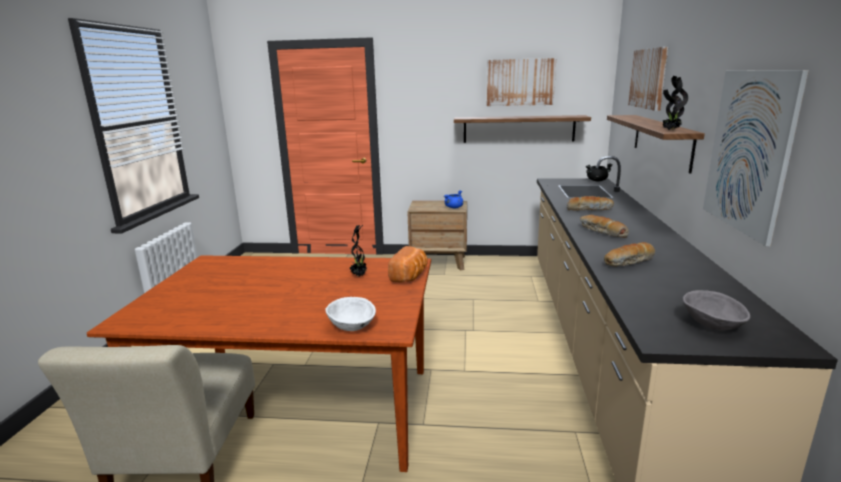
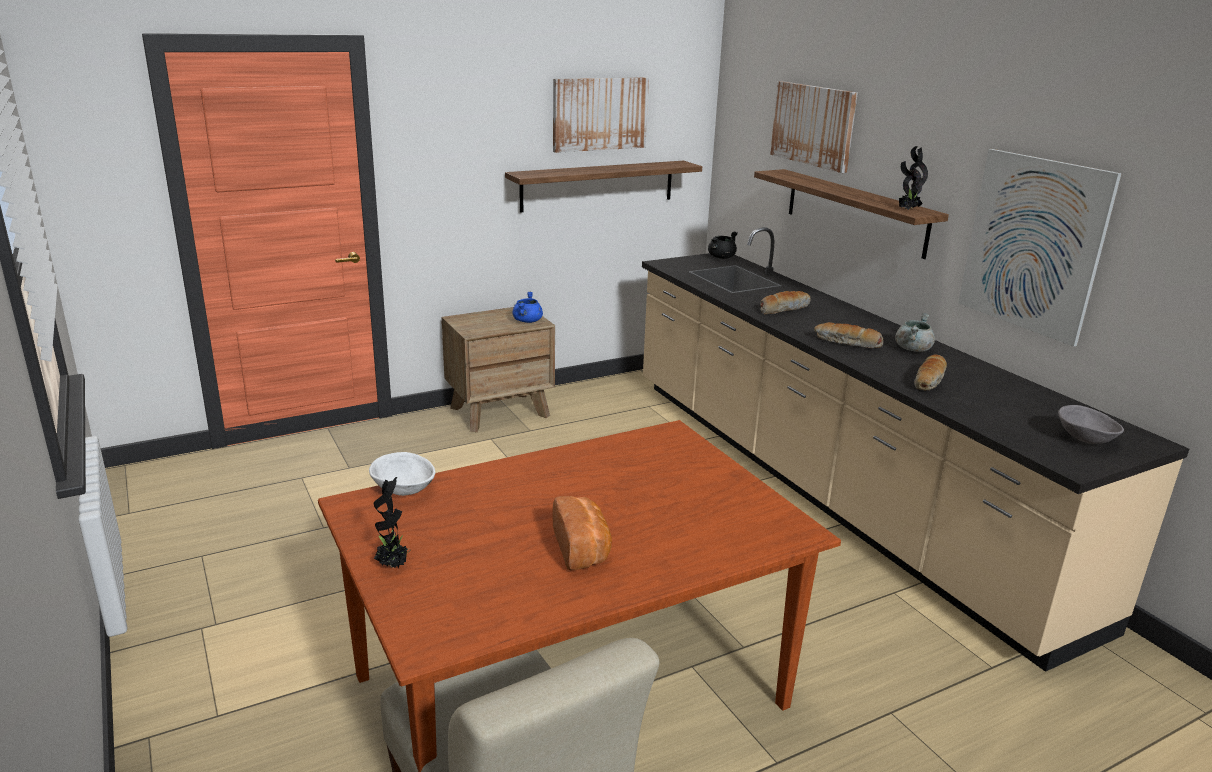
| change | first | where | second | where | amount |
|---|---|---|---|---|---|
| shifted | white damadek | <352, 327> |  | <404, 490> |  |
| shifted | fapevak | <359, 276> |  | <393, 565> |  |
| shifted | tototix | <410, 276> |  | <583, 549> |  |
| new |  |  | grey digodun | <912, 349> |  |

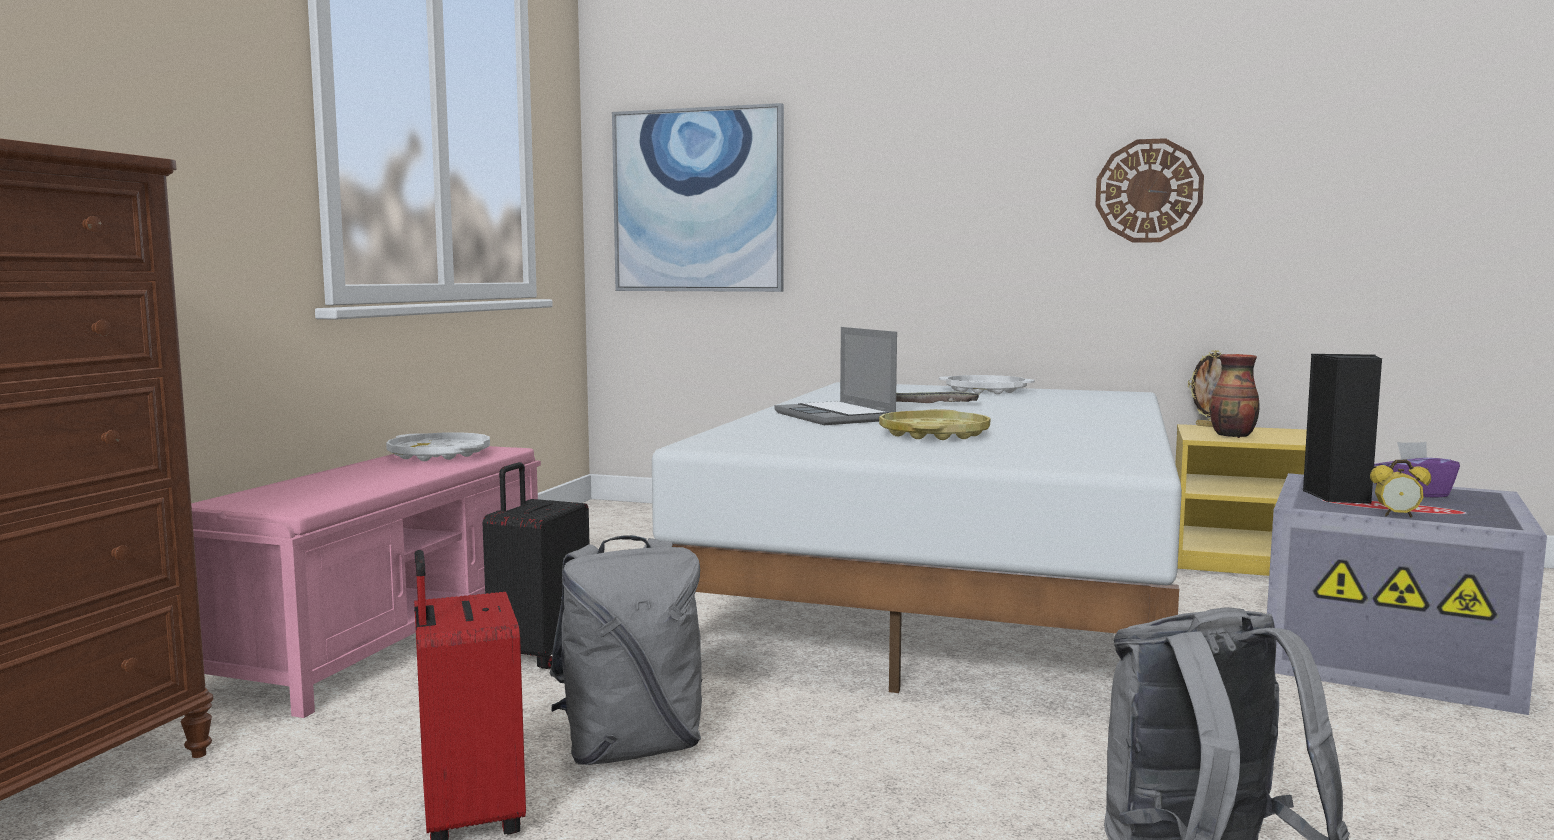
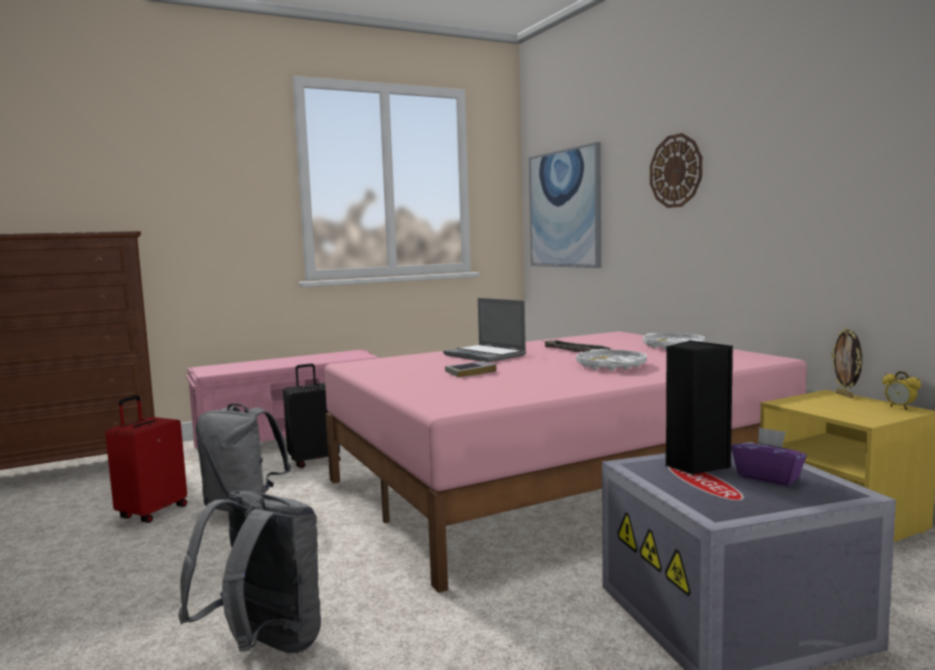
| change | first | where | second | where | amount |
|---|---|---|---|---|---|
| shifted | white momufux | <439, 455> |  | <611, 366> |  |
| repainted | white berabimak | <951, 593> | pink berabimak | <557, 484> |  |
| rotated | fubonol | <836, 416> |  | <486, 355> | 60 degrees counterclockwise |
| swapped | yellow momufux | <934, 434> | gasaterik | <470, 372> |  |
| shifted | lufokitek | <1148, 191> |  | <676, 171> |  |
| gone | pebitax | <1233, 435> |  |  |  |
| shifted | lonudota | <1397, 516> |  | <900, 408> |  |

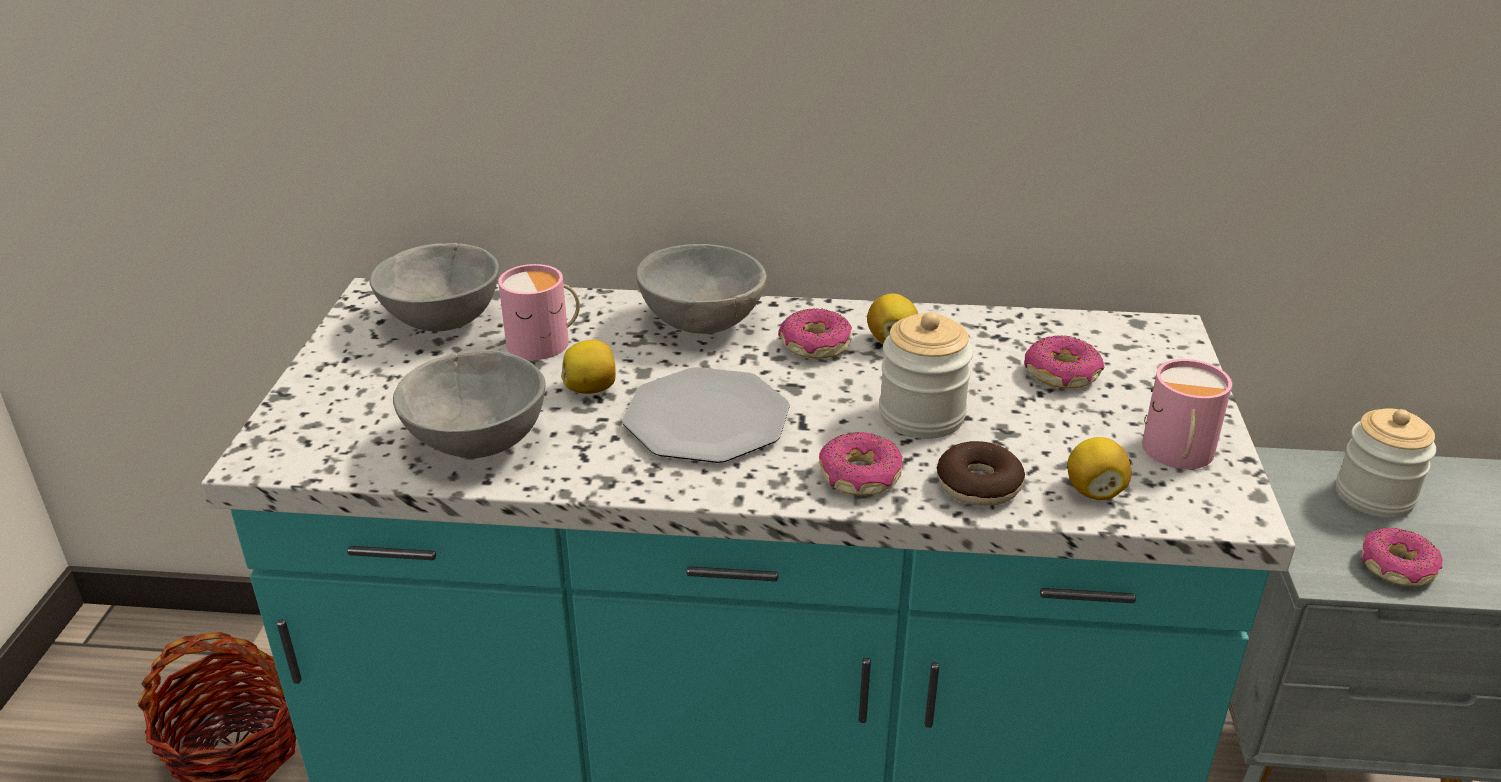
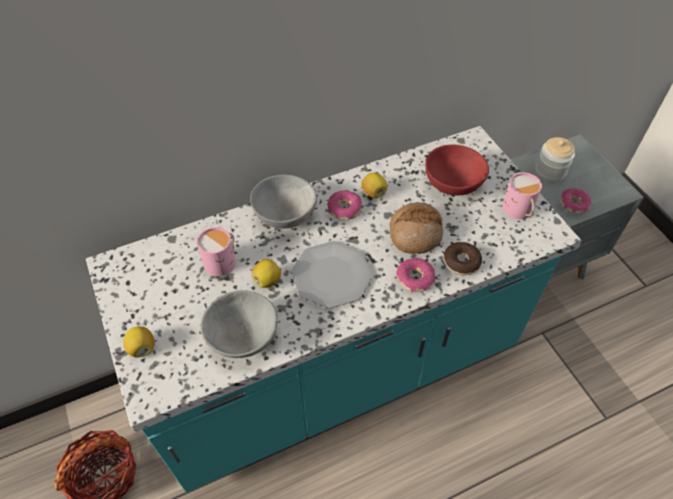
| change | first | where | second | where | amount |
|---|---|---|---|---|---|
| gone | grey damadek | <440, 322> |  |  |  |
| swapped | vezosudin | <921, 416> | tototix | <415, 233> |  |
| swapped | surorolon | <1062, 374> | red damadek | <452, 184> |  |
| shifted | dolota | <1094, 491> |  | <142, 348> |  |

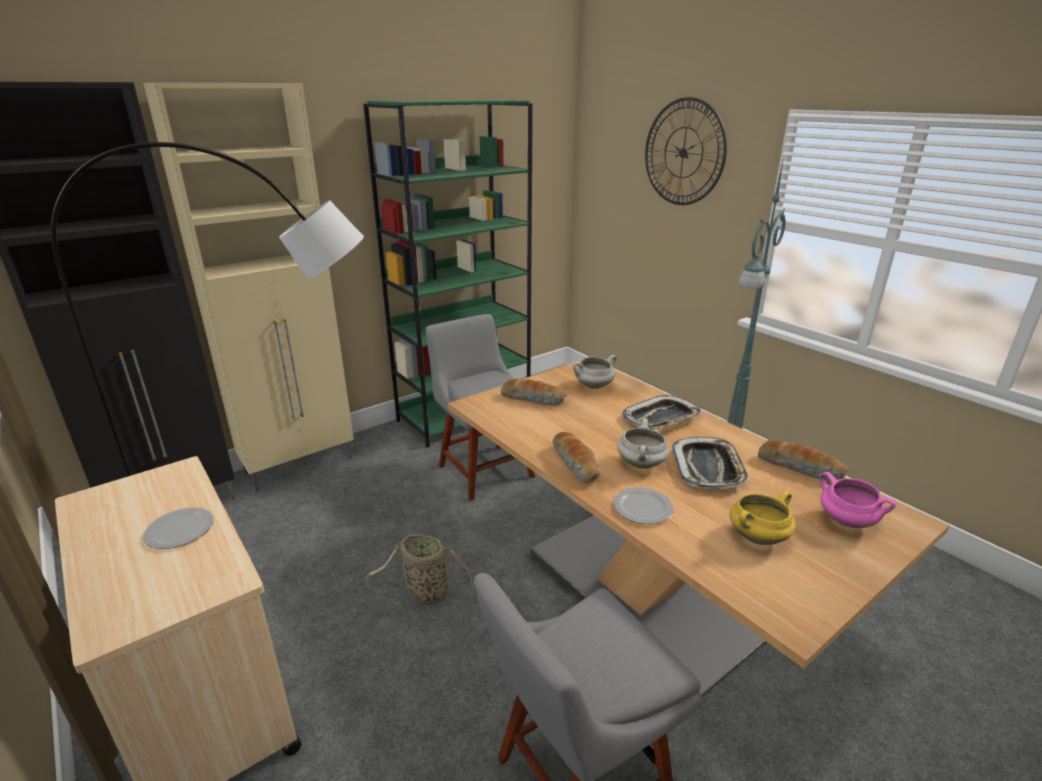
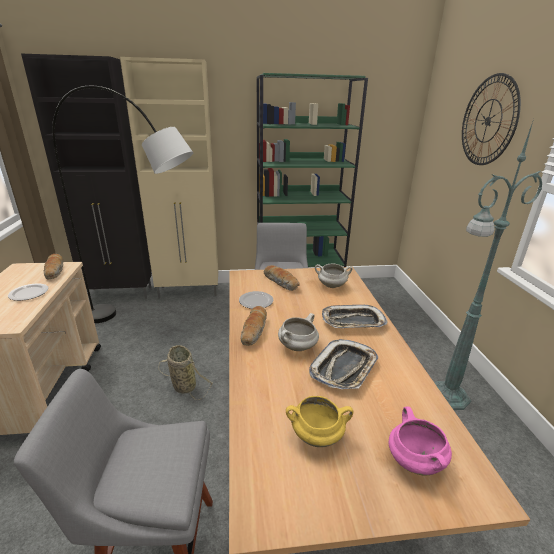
| change | first | where | second | where | amount |
|---|---|---|---|---|---|
| shifted | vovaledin | <642, 508> |  | <255, 301> |  |
| shifted | tototix | <800, 468> |  | <55, 271> |  |

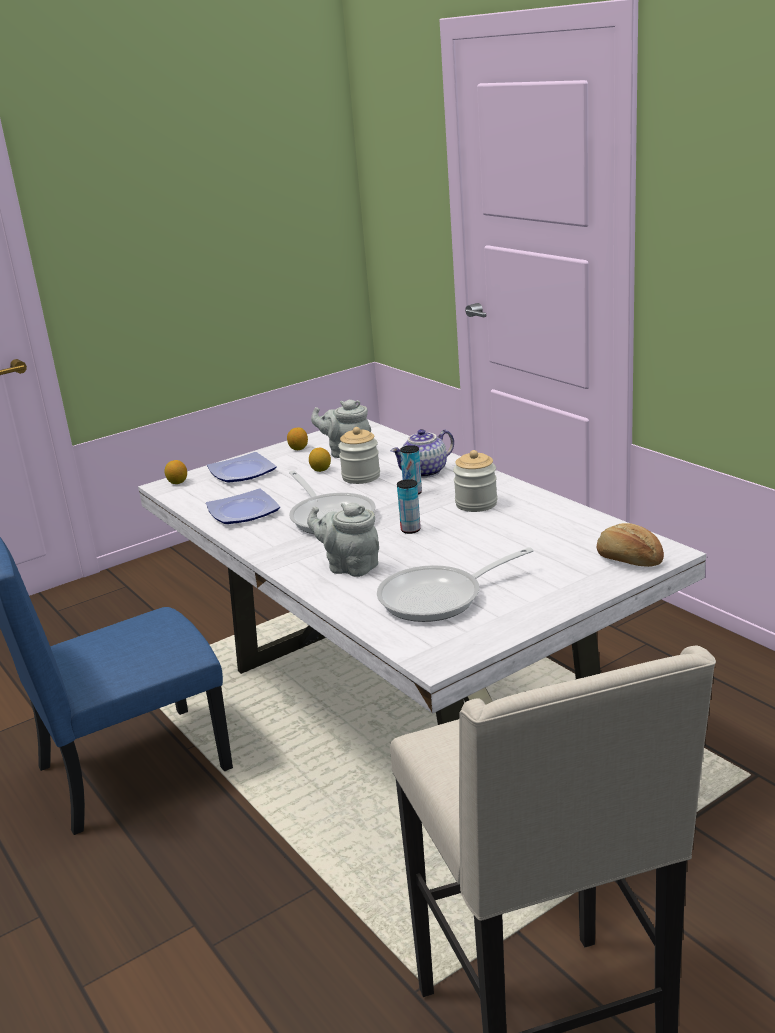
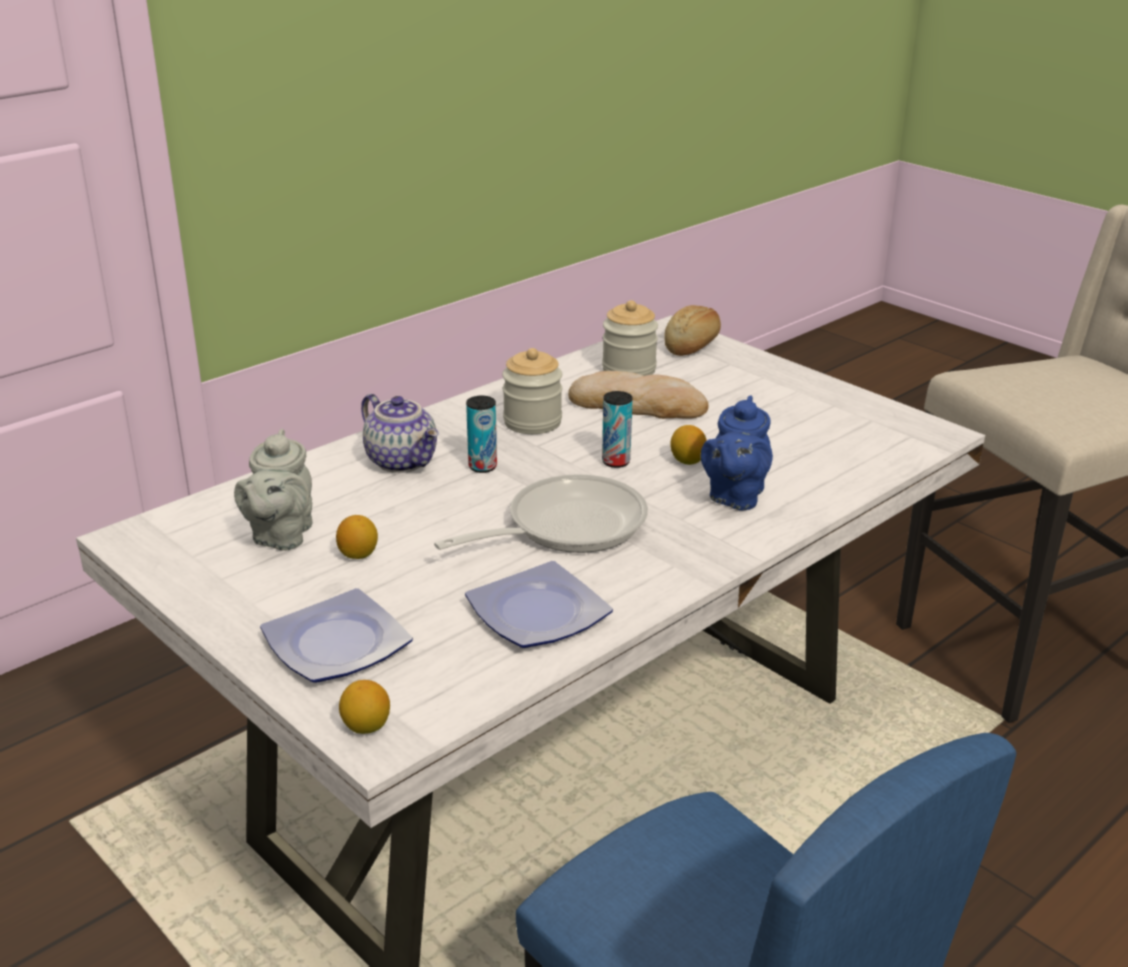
| change | first | where | second | where | amount |
|---|---|---|---|---|---|
| shifted | dolota | <298, 449> |  | <687, 461> |  |
| repainted | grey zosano | <349, 567> | blue zosano | <734, 497> |  |
| shifted | vezosudin | <361, 477> |  | <629, 370> |  |
| gone | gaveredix | <439, 598> |  |  |  |
| new |  |  | tototix | <638, 404> |  |

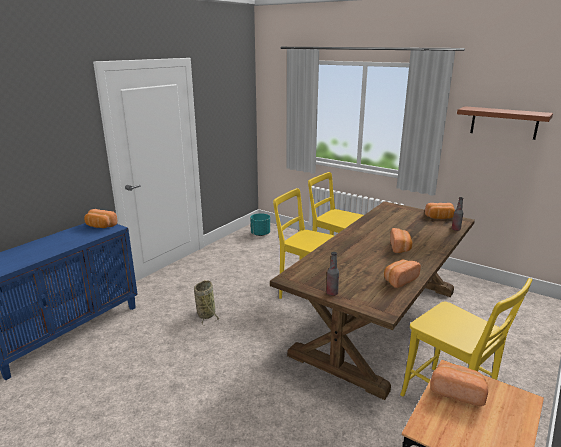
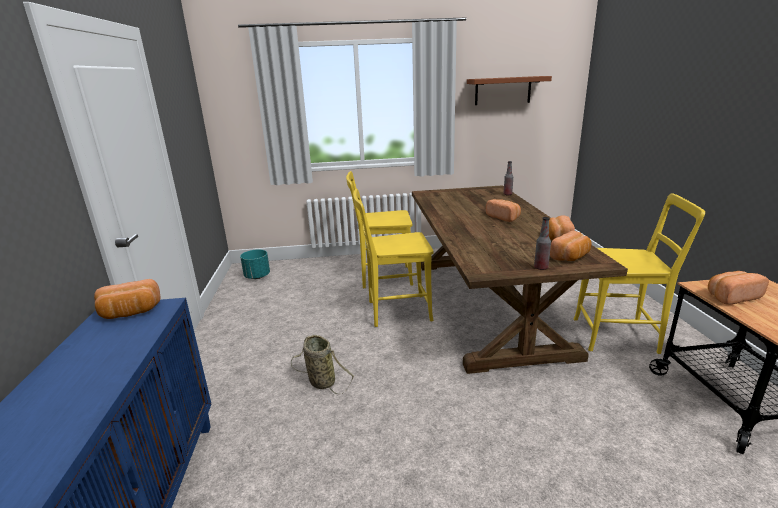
| change | first | where | second | where | amount |
|---|---|---|---|---|---|
| shifted | tototix | <440, 218> |  | <571, 257> |  |

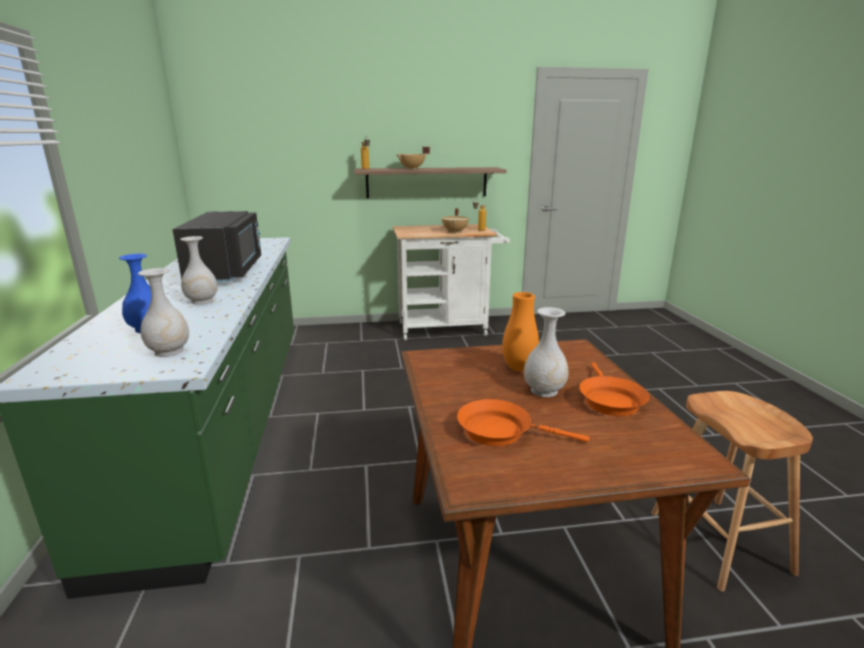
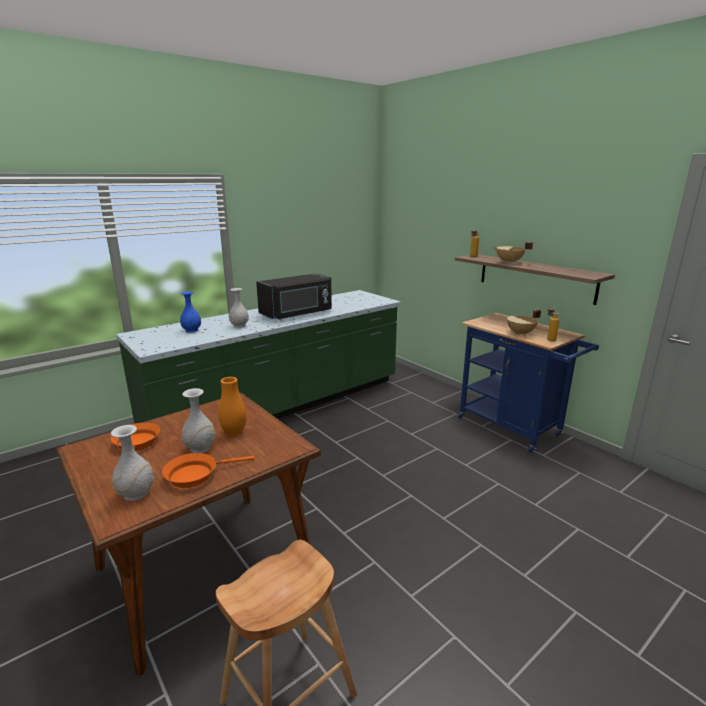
| change | first | where | second | where | amount |
|---|---|---|---|---|---|
| shifted | white pebitax | <170, 351> |  | <136, 493> |  |
| repainted | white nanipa | <448, 328> | blue nanipa | <514, 428> |  |

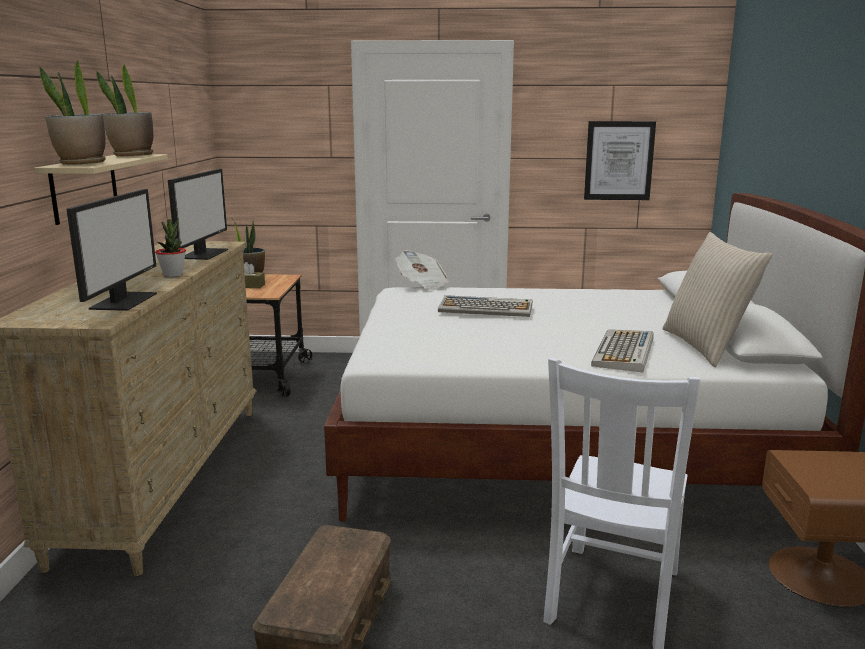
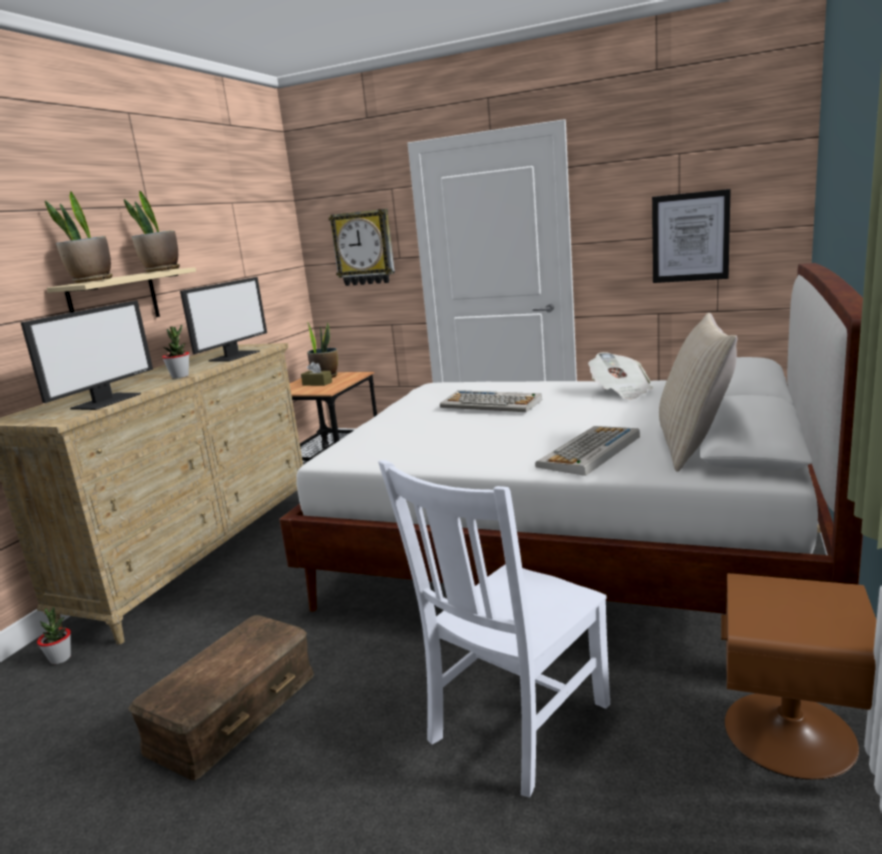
| change | first | where | second | where | amount |
|---|---|---|---|---|---|
| shifted | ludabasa | <422, 284> |  | <620, 392> |  |
| new |  |  | fapevak | <60, 658> |  |
| new |  |  | lufokitek | <364, 248> |  |

